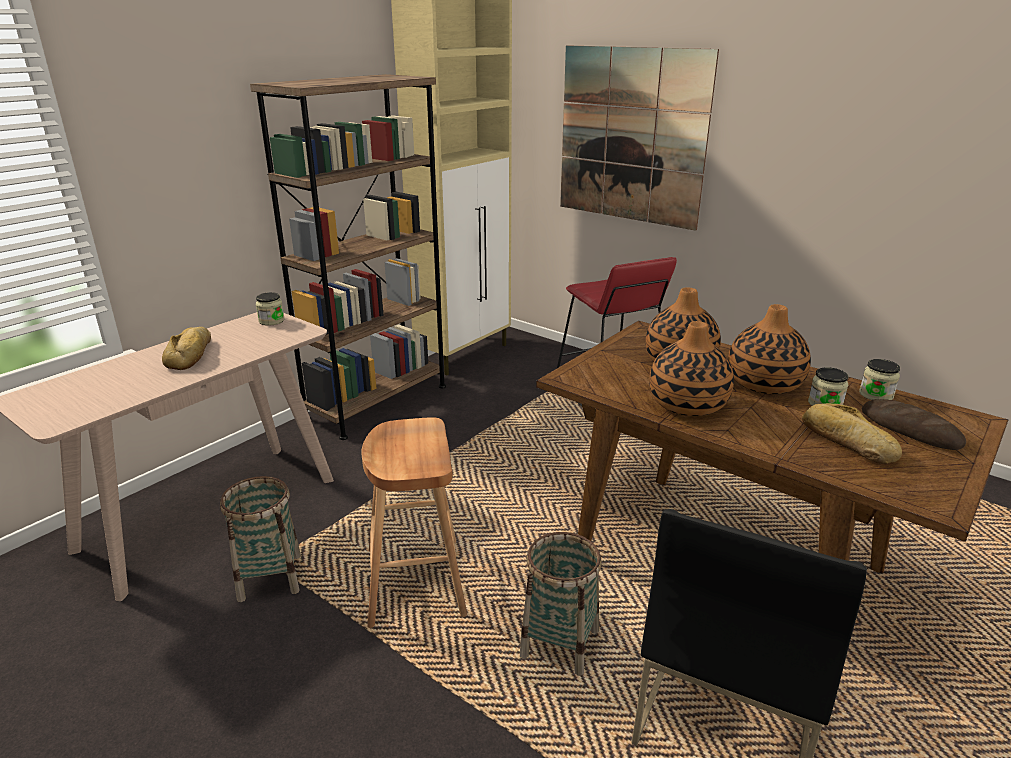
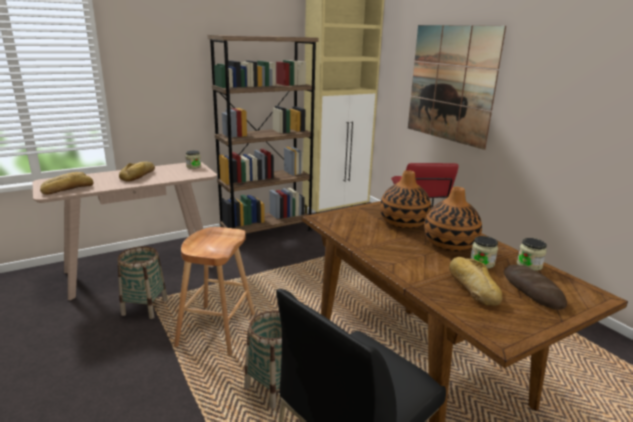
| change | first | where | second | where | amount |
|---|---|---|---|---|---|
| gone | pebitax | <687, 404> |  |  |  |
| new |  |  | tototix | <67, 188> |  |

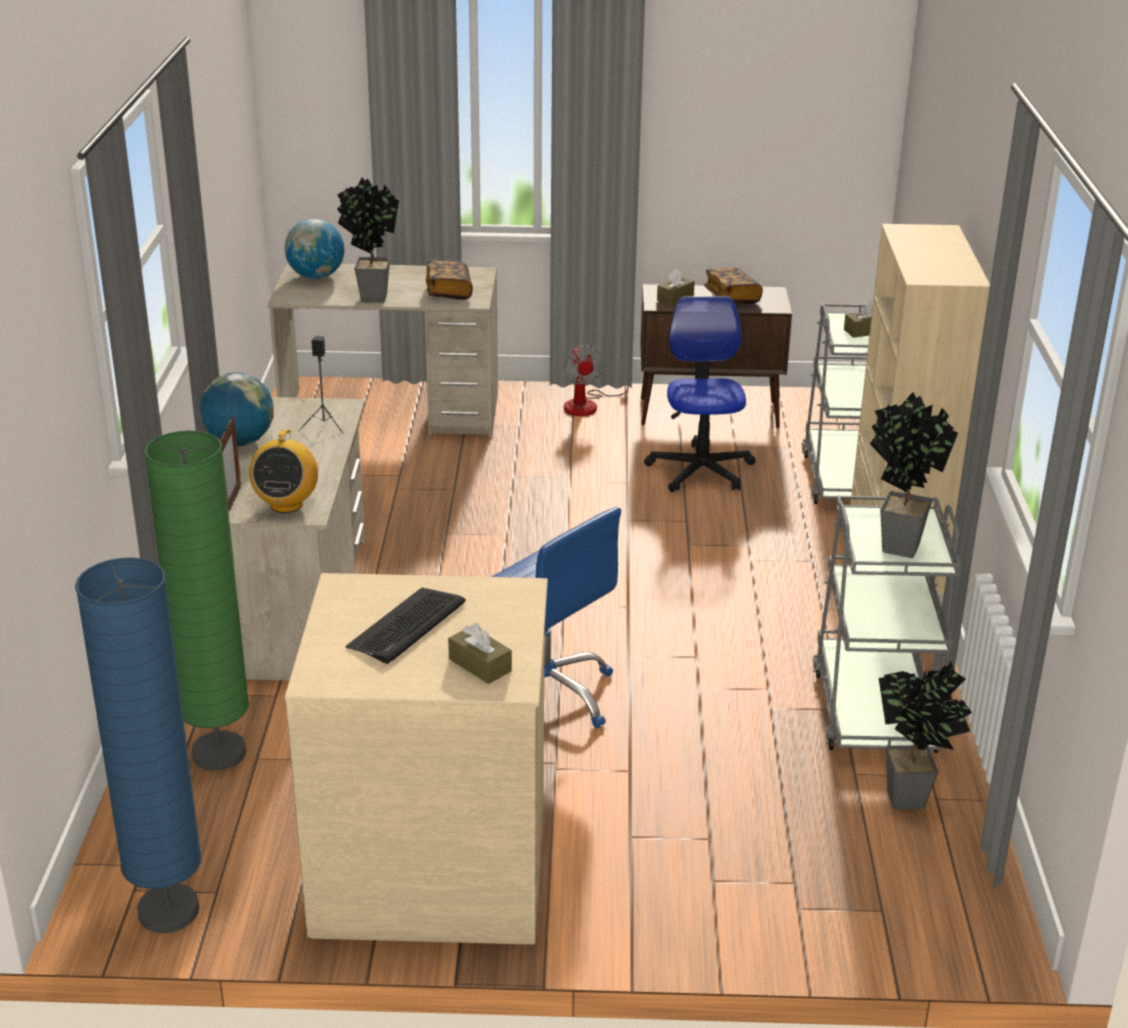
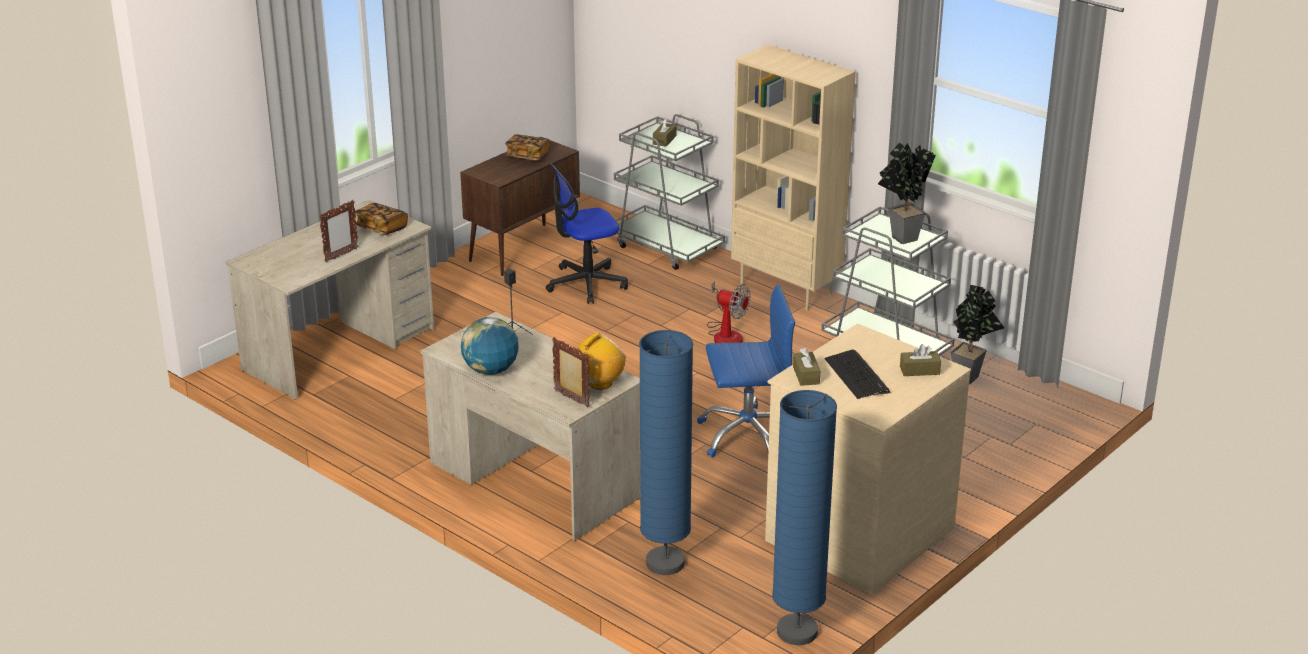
| change | first | where | second | where | amount |
|---|---|---|---|---|---|
| repainted | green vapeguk | <219, 754> | blue vapeguk | <665, 563> |  |
| rotated | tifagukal | <286, 504> |  | <600, 383> | 90 degrees counterclockwise |
| gone | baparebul | <316, 276> |  |  |  |
| swapped | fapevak | <369, 297> | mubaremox | <341, 255> |  |
| shifted | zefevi | <588, 404> |  | <726, 334> |  |
| rotated | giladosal | <700, 470> |  | <586, 284> | 60 degrees counterclockwise |
| shifted | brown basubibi | <675, 298> |  | <806, 375> |  |

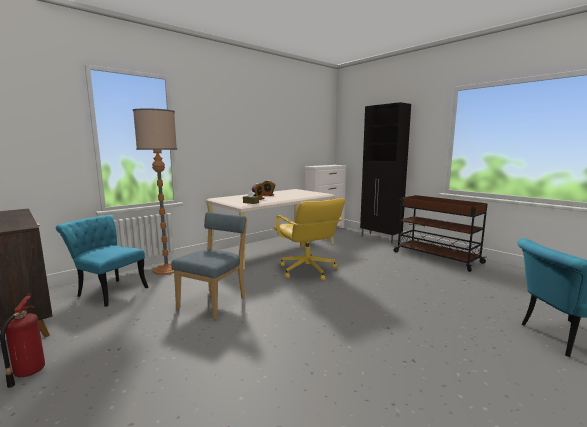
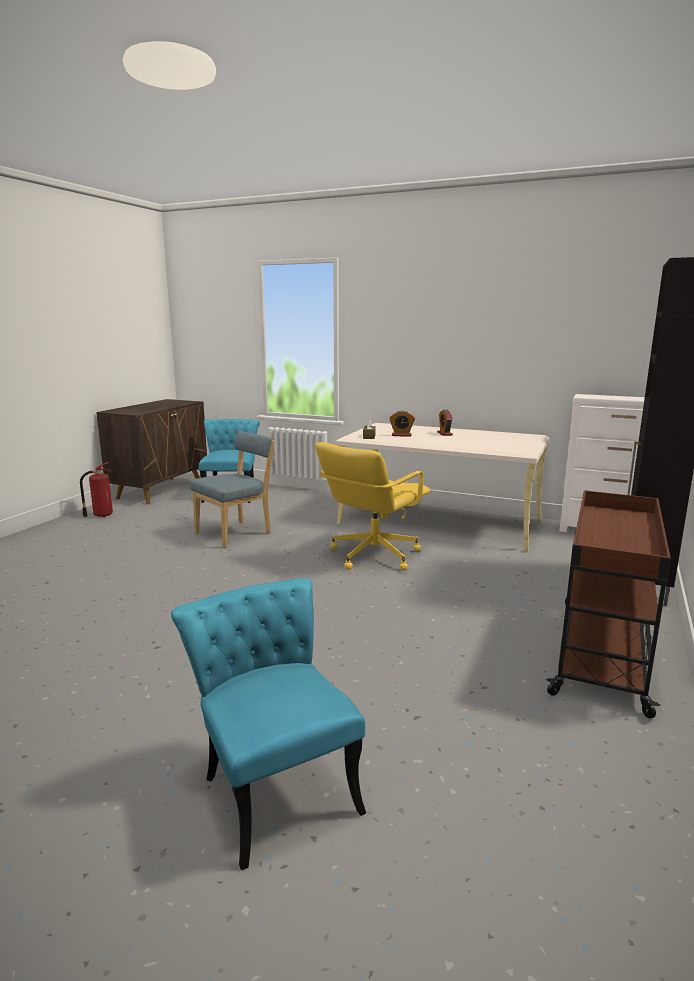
| change | first | where | second | where | amount |
|---|---|---|---|---|---|
| gone | vapeguk | <166, 269> |  |  |  |
| rotated | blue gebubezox | <214, 302> |  | <236, 533> | 45 degrees counterclockwise |

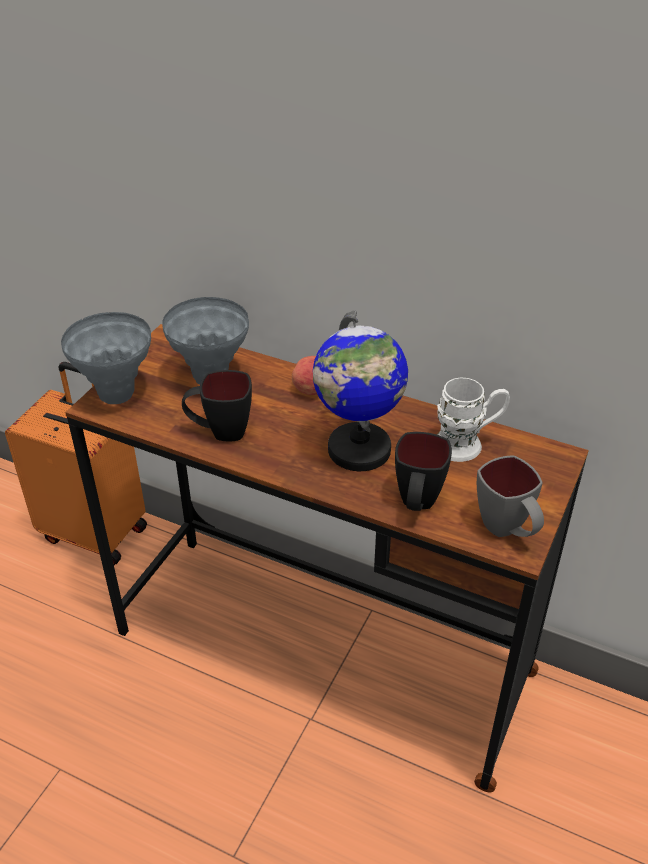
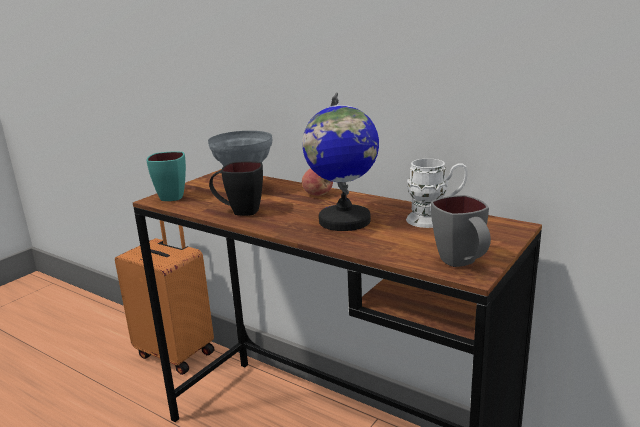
| change | first | where | second | where | amount |
|---|---|---|---|---|---|
| swapped | grey pebitax | <117, 395> | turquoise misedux | <173, 195> |  |
| gone | black misedux | <417, 505> |  |  |  |

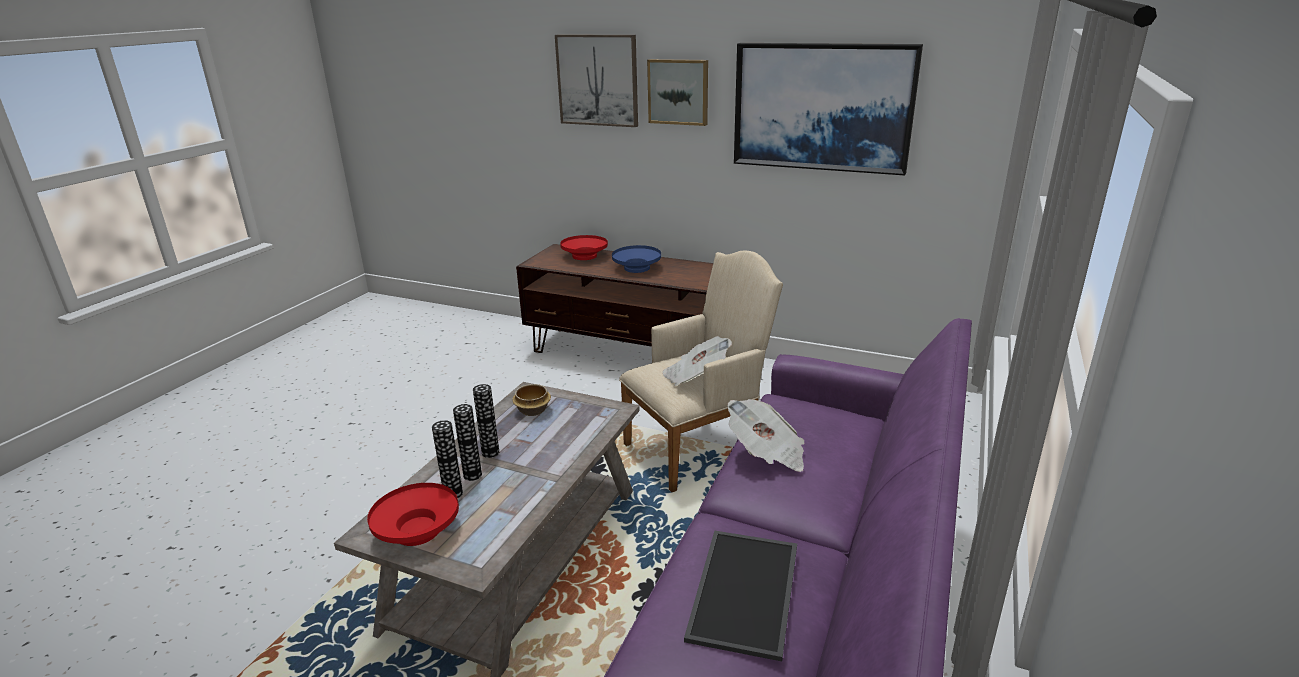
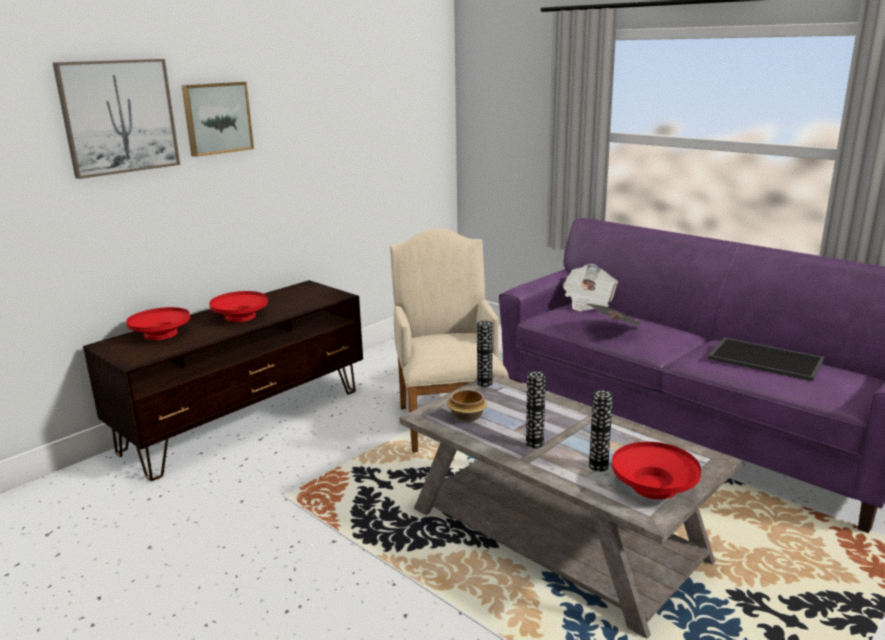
| change | first | where | second | where | amount |
|---|---|---|---|---|---|
| shifted | pebitax | <472, 475> |  | <484, 383> |  |
| repainted | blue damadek | <636, 268> | red damadek | <240, 317> |  |
| shifted | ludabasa | <695, 376> |  | <588, 302> |  |
| gone | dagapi | <822, 107> |  |  |  |

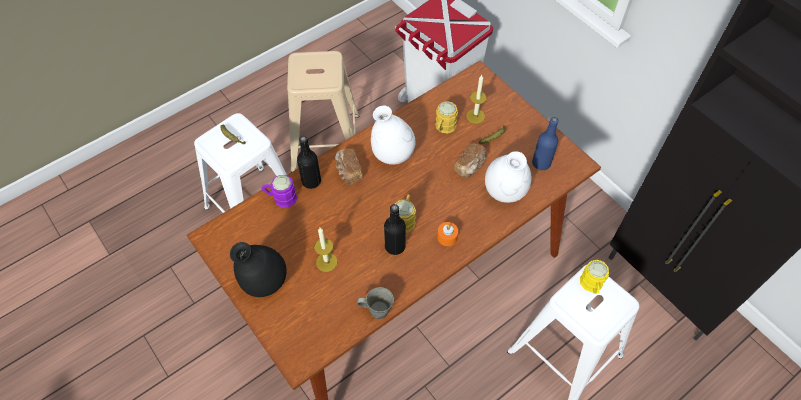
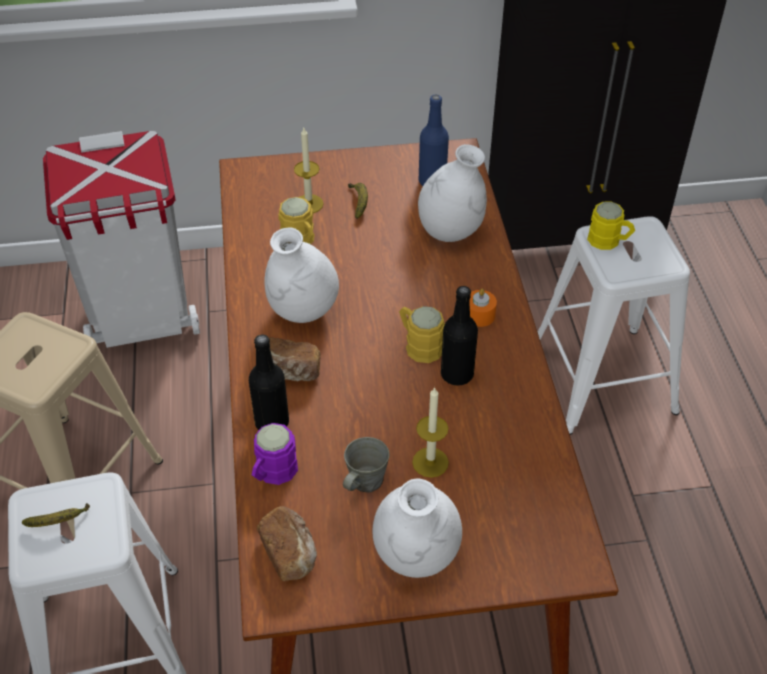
| change | first | where | second | where | amount |
|---|---|---|---|---|---|
| repainted | black pebitax | <265, 282> | white pebitax | <415, 555> |  |
| shifted | grey misedux | <377, 309> |  | <365, 481> |  |
| shifted | tototix | <470, 166> |  | <290, 552> |  |

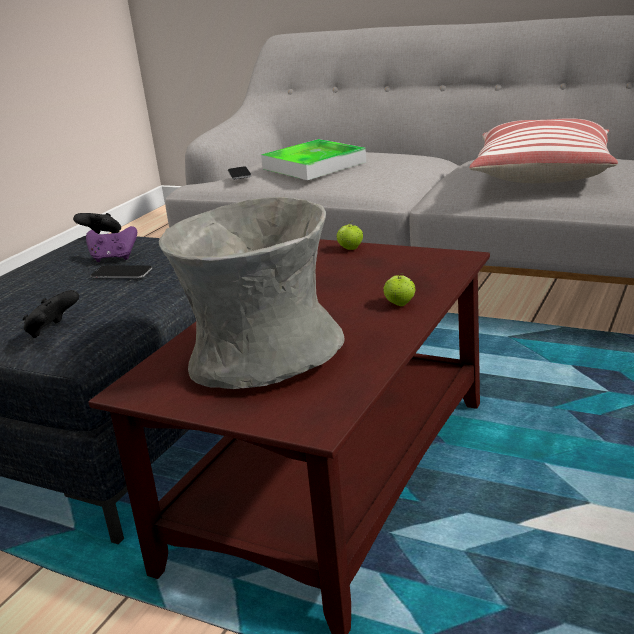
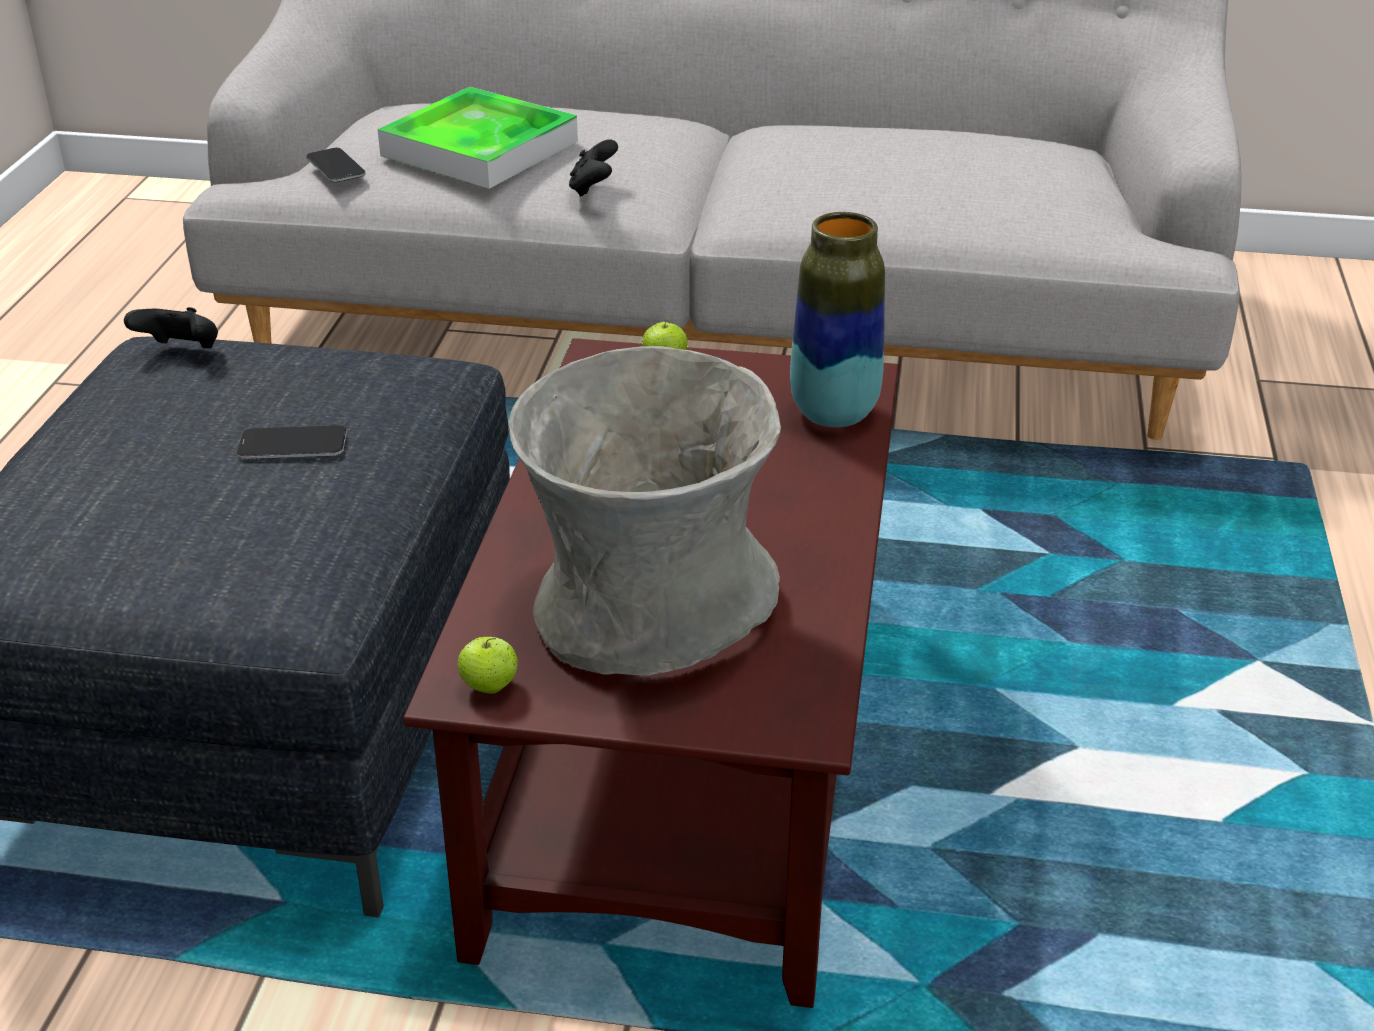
| change | first | where | second | where | amount |
|---|---|---|---|---|---|
| shifted | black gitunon | <53, 331> |  | <593, 188> |  |
| gone | purple gitunon | <114, 258> |  |  |  |
| shifted | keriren | <400, 304> |  | <489, 687> |  |
| gone | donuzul | <542, 173> |  |  |  |
| new |  |  | pebitax | <834, 413> |  |

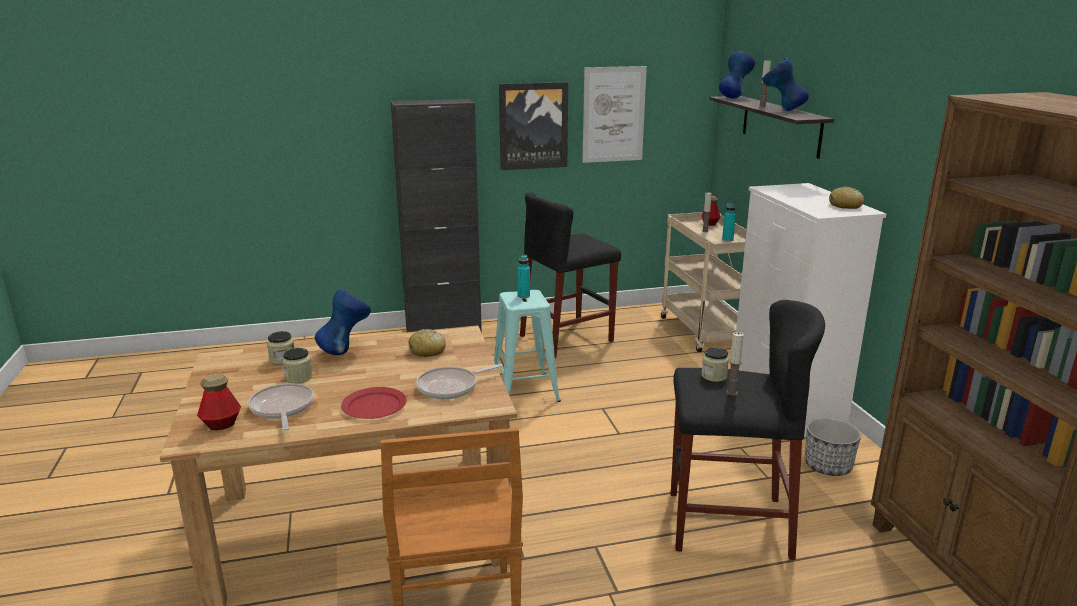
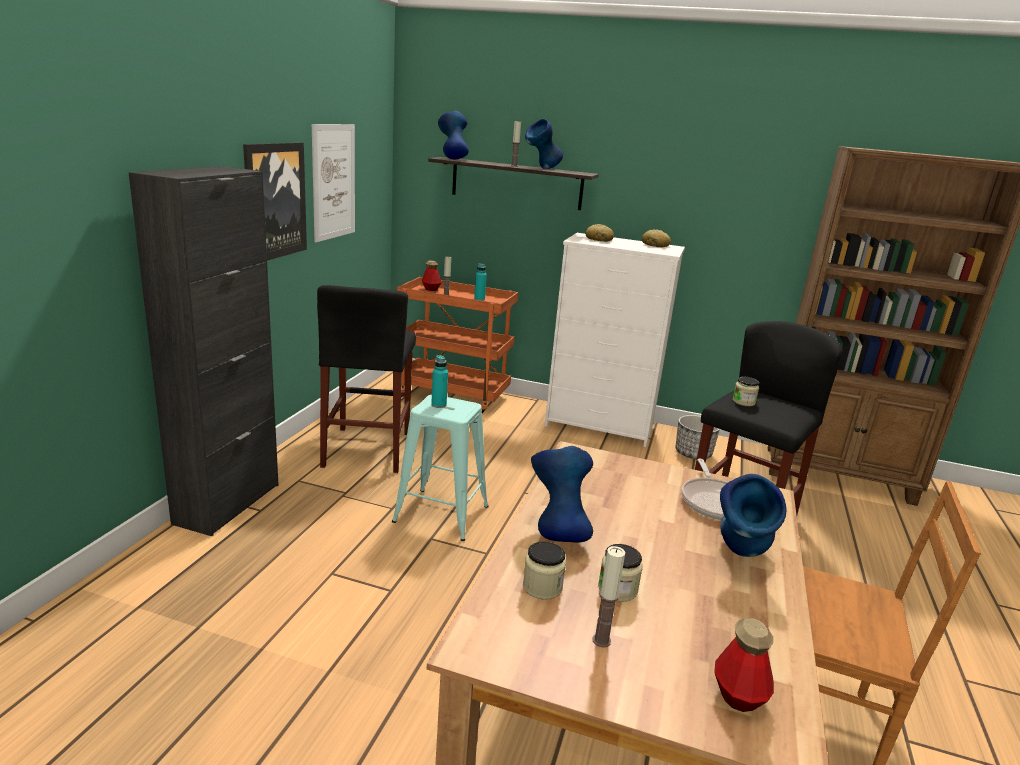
| change | first | where | second | where | amount |
|---|---|---|---|---|---|
| gone | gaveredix | <282, 408> |  |  |  |
| swapped | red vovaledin | <374, 406> | blue pebitax | <740, 559> |  |
| shifted | tototix | <427, 351> |  | <599, 240> |  |
| repainted | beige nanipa | <706, 333> | orange nanipa | <453, 396> |  |
| shifted | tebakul | <732, 392> |  | <601, 640> |  |

